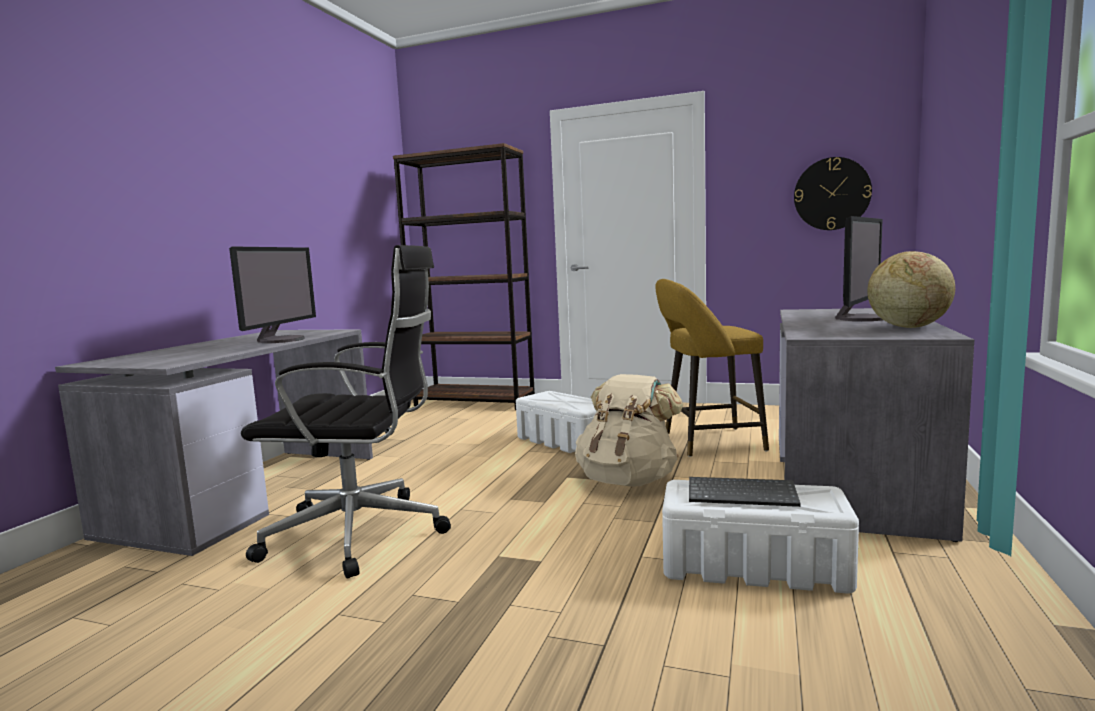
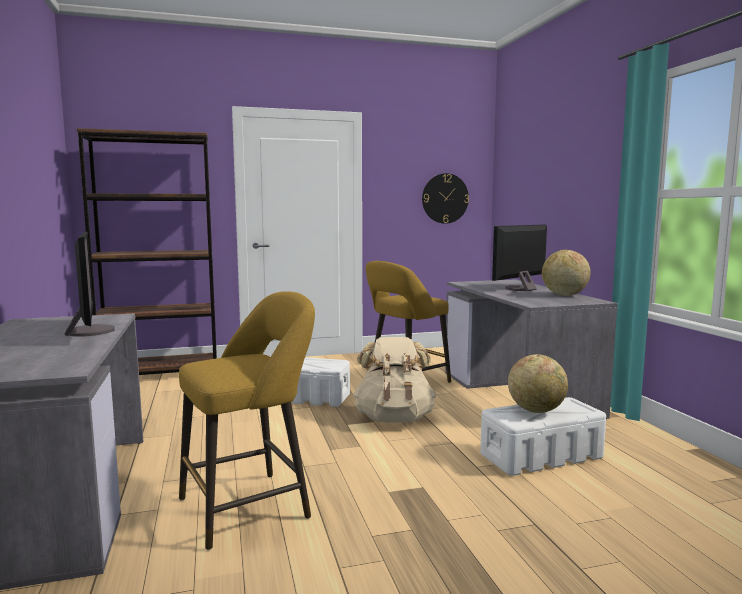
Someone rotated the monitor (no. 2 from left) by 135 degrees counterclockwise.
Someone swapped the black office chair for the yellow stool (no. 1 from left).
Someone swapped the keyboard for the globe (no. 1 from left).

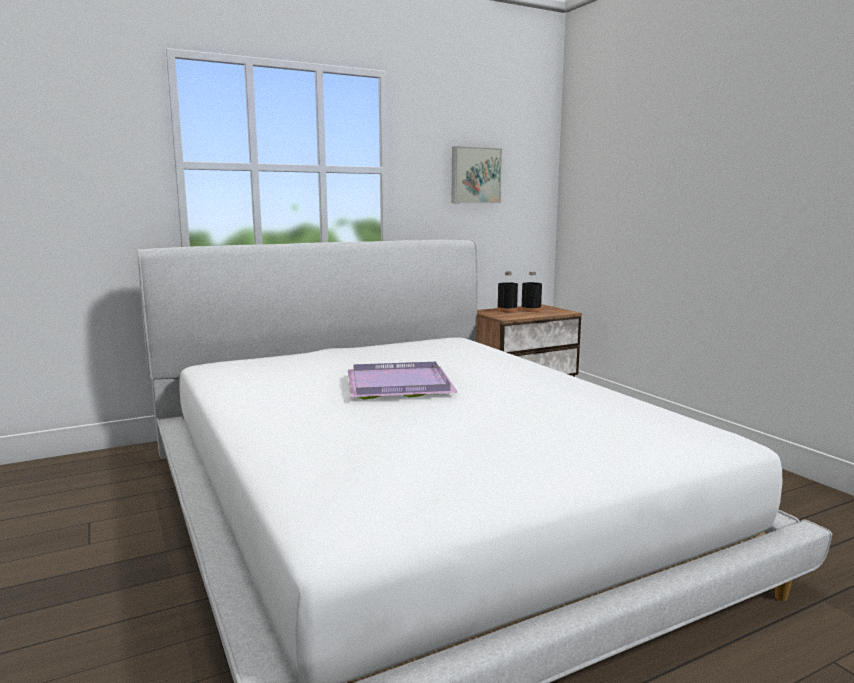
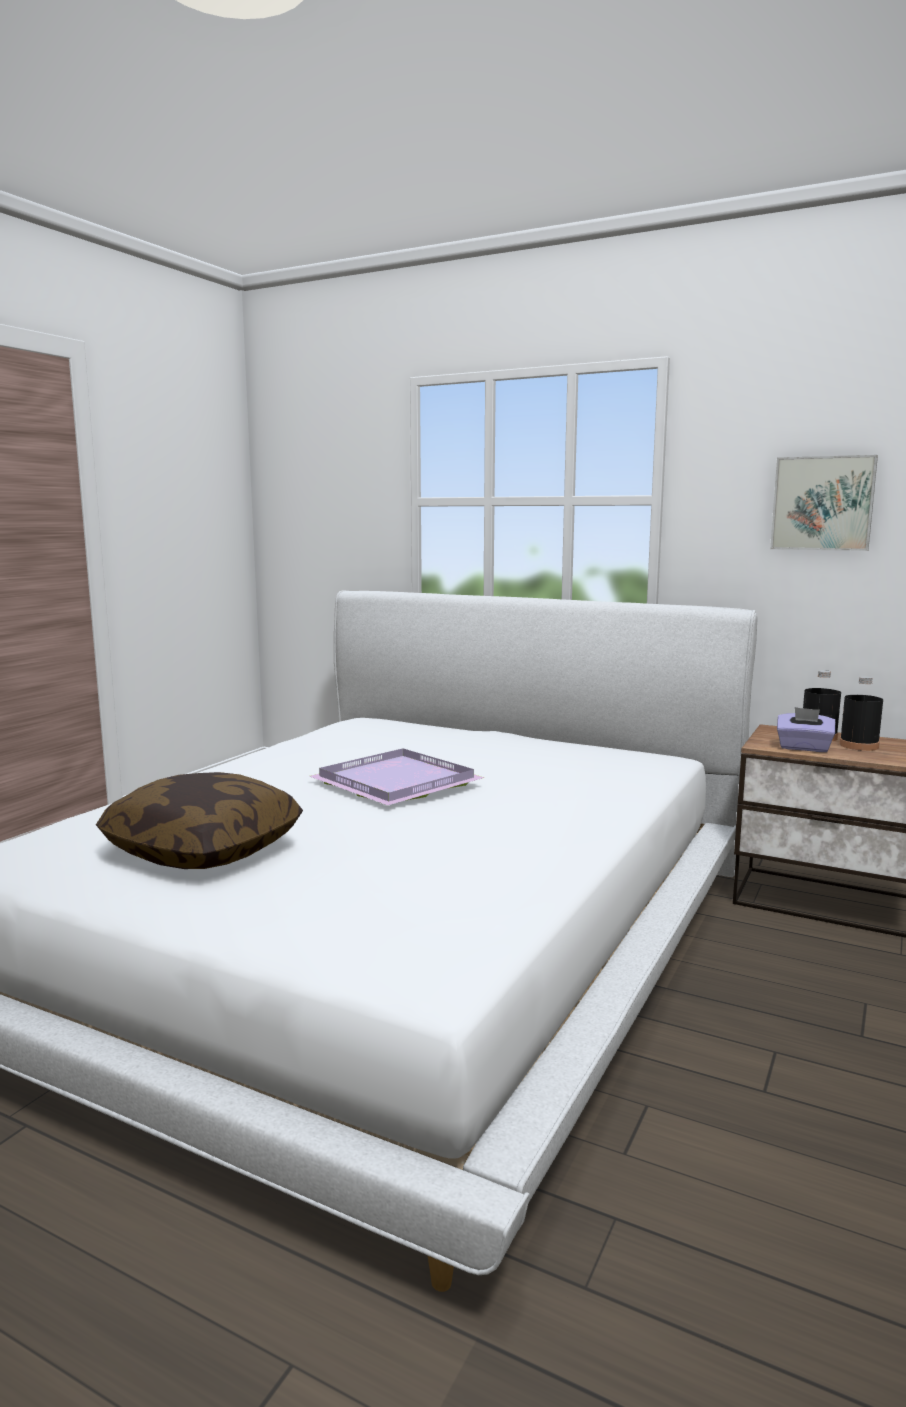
Someone put down the purple tissue box.
Someone put down the pillow.

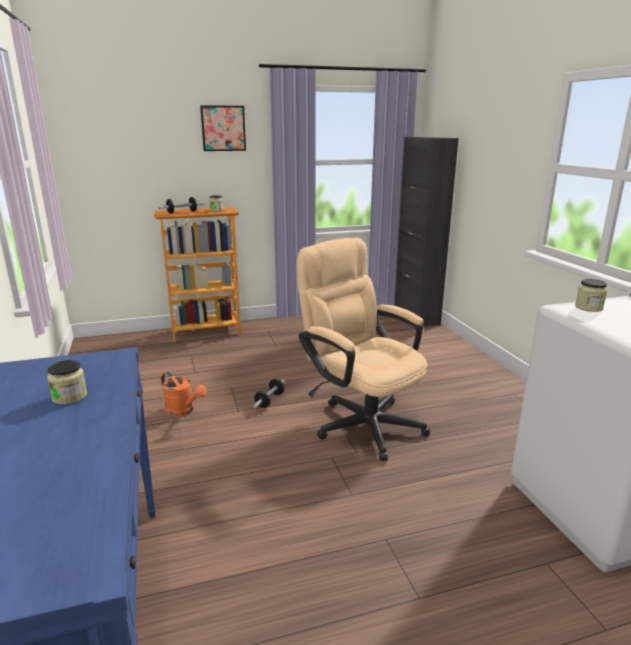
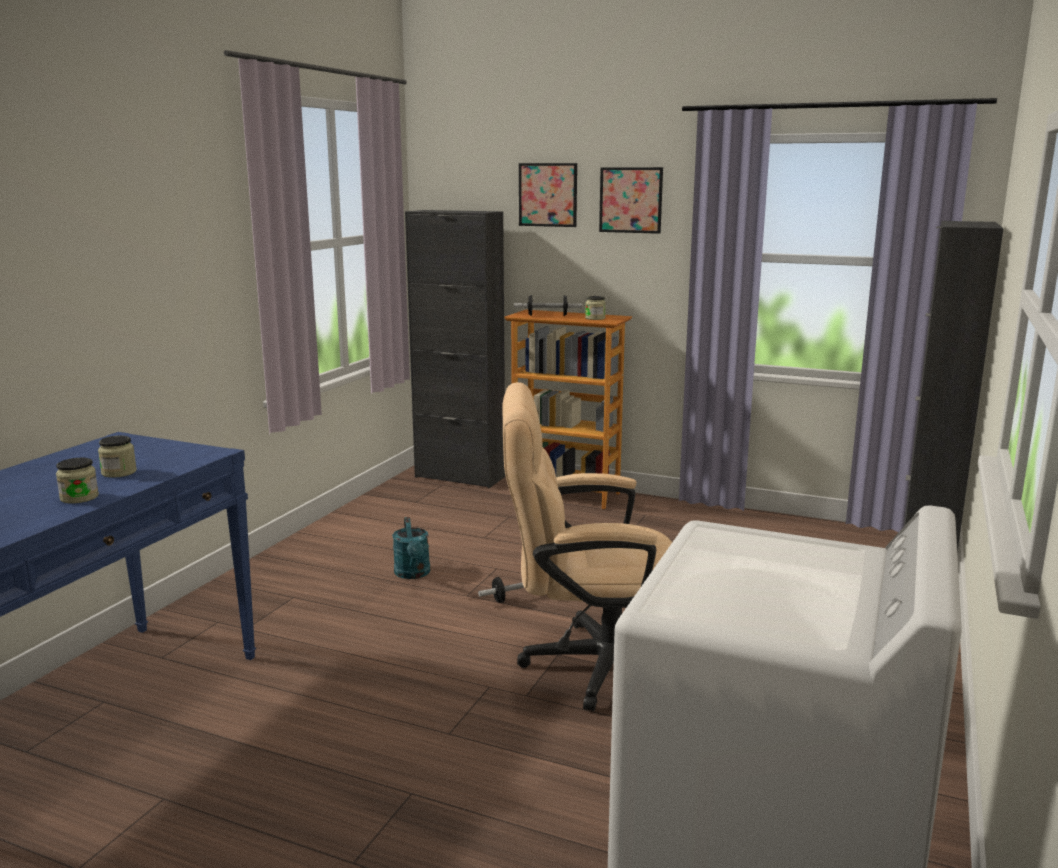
Someone rotated the beige office chair by 90 degrees counterclockwise.
Someone carried the jar (no. 3 from left in the first image).
Someone repainted the orange watering can, which became the turquoise watering can.
Someone put up the picture (no. 1 from left).
Someone put down the black cabinet (no. 1 from left).

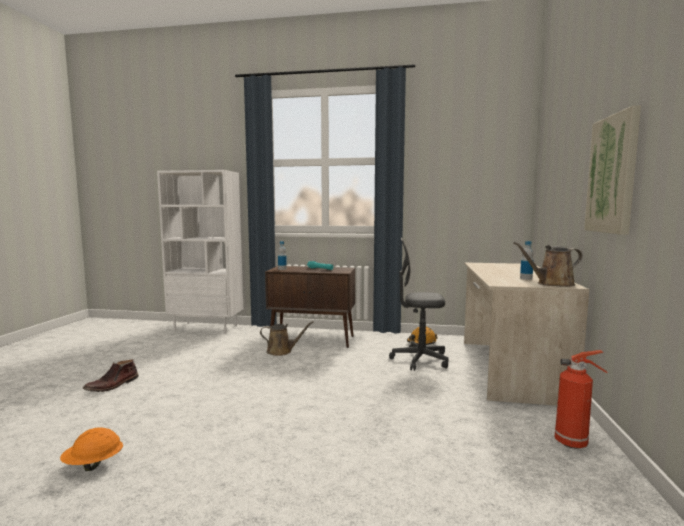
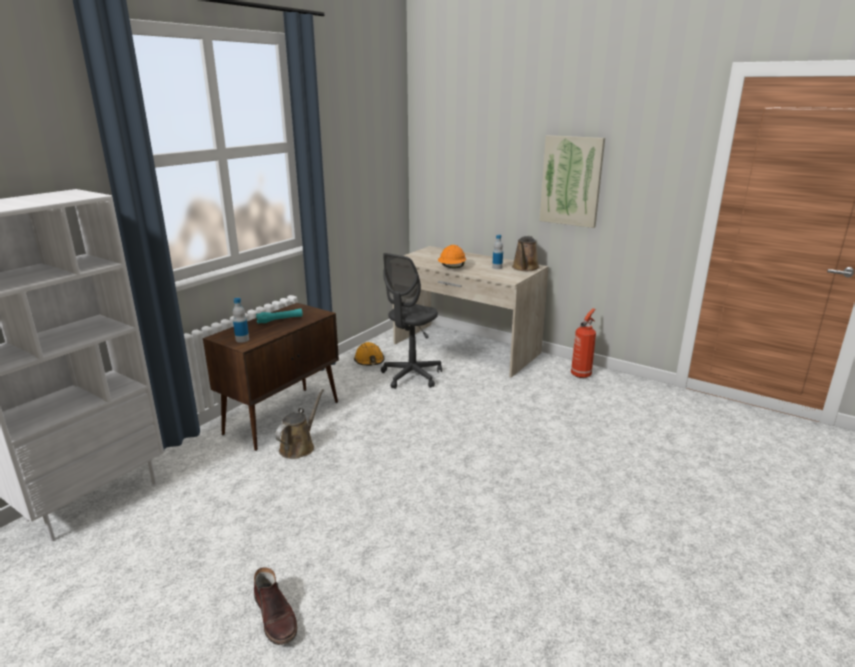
Someone carried the orange hard hat (no. 1 from left in the first image).

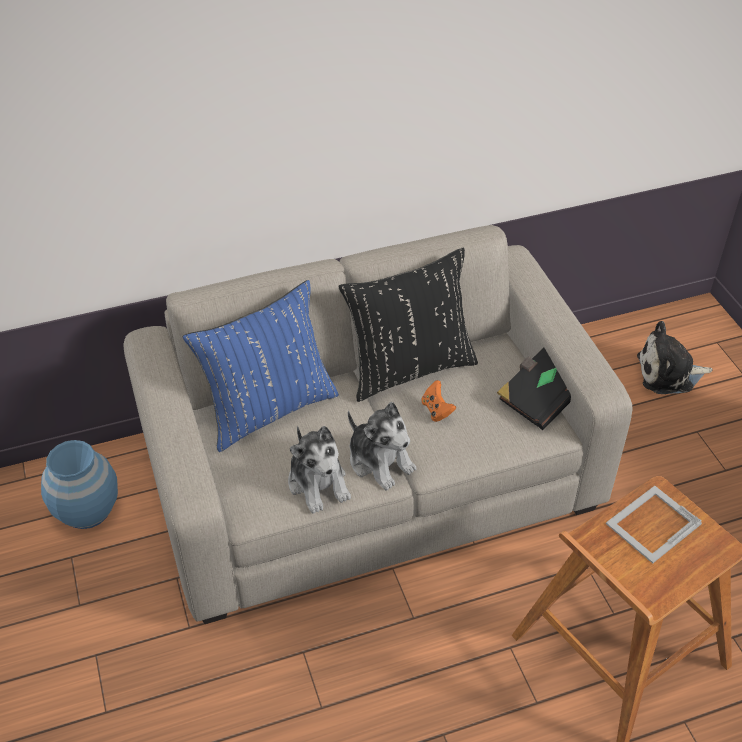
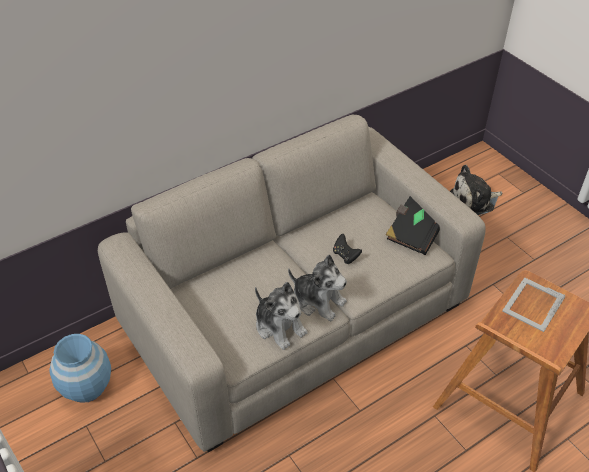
Someone took away the black pillow.
Someone took away the blue pillow.
Someone repainted the orange game controller, which became the black game controller.

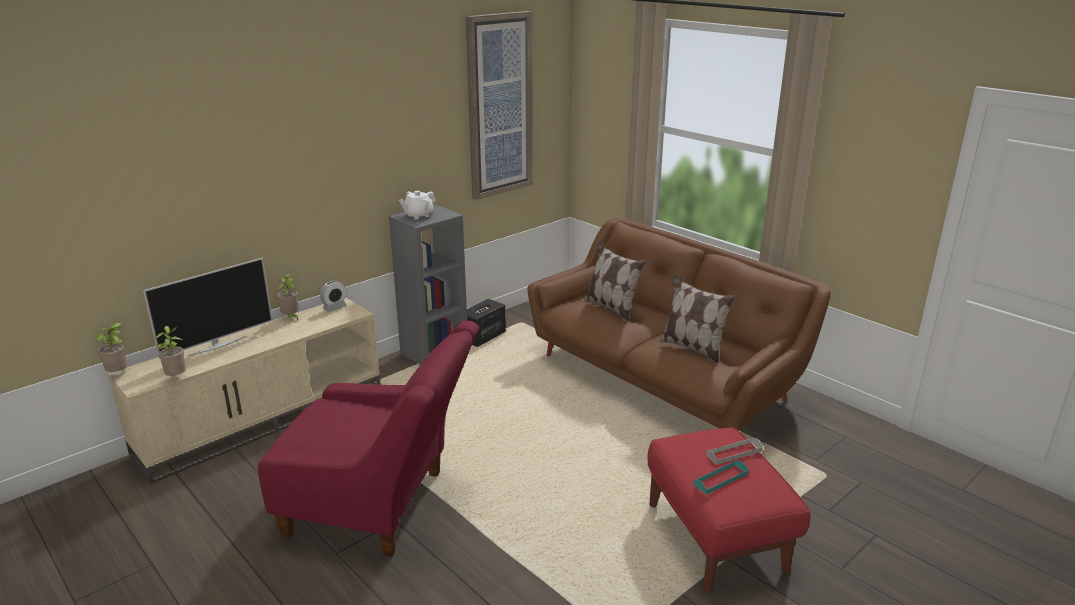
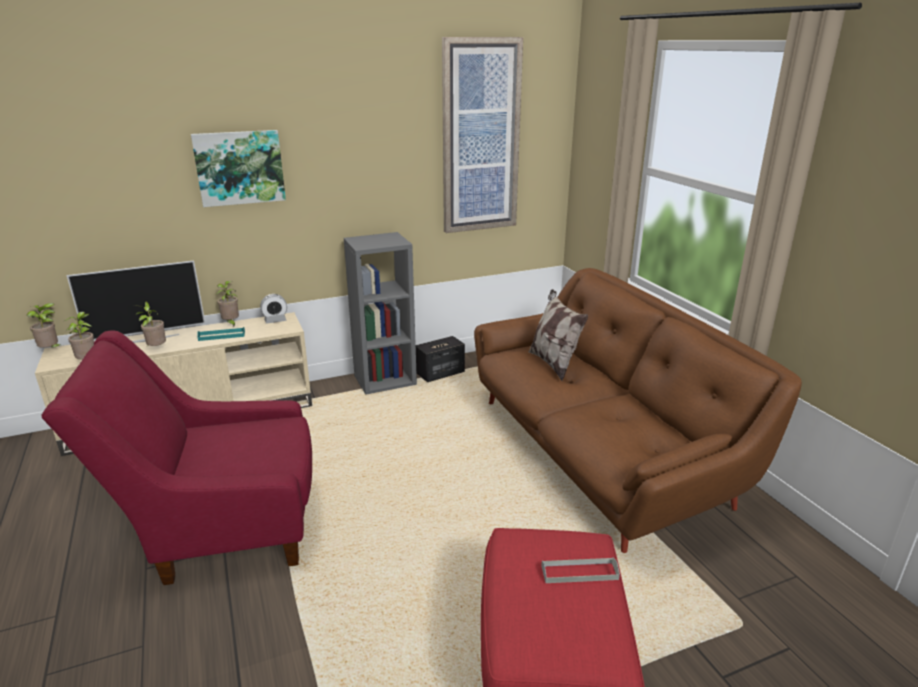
Someone took away the white teapot.
Someone took away the pillow (no. 2 from left).
Someone rotated the red armchair by 135 degrees clockwise.
Someone carried the turquoise tray.
Someone put up the picture (no. 1 from left).
Someone put down the potted plant (no. 3 from left).

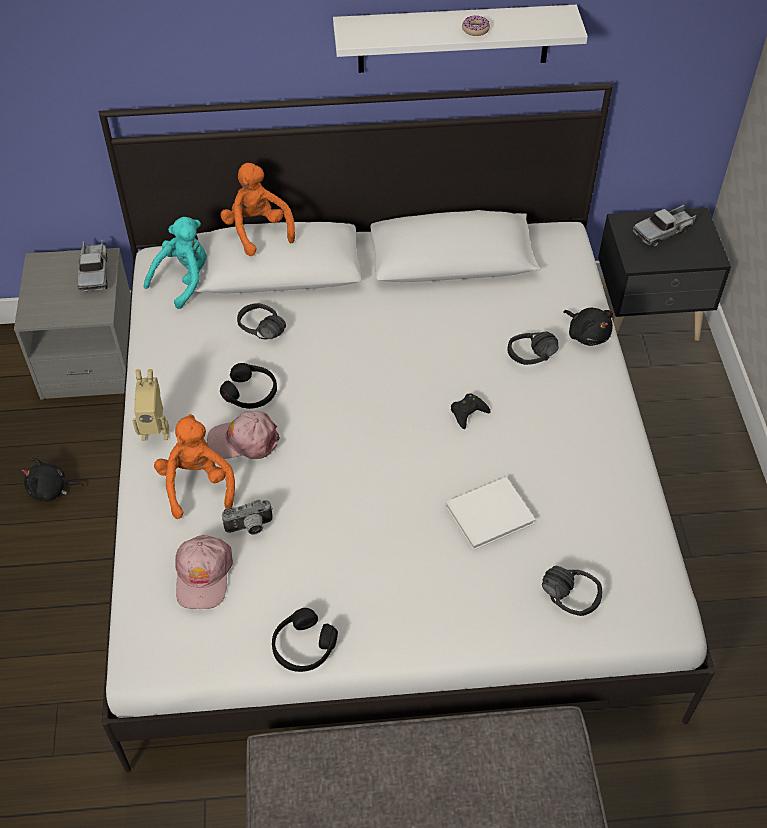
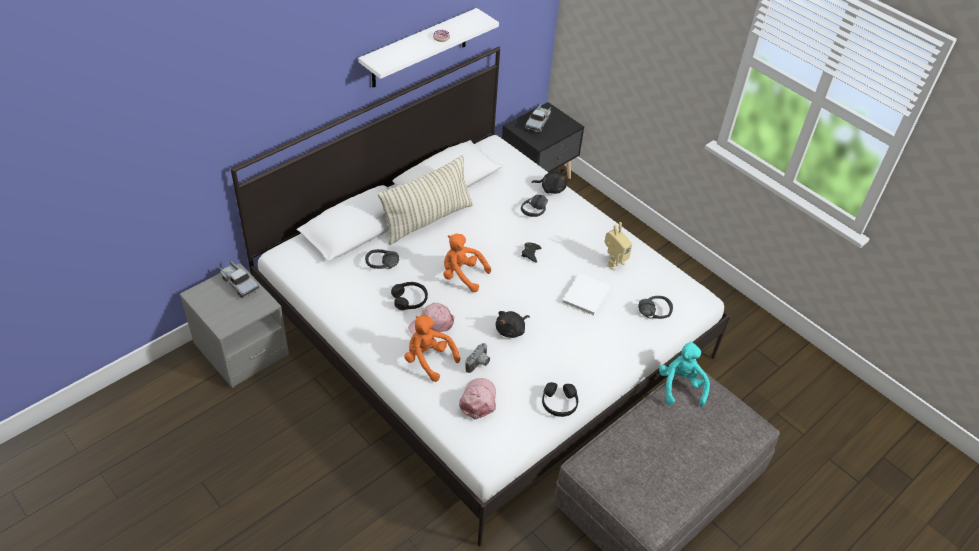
Someone carried the orange plush toy (no. 2 from left).
Someone carried the turquoise plush toy.
Someone carried the toy robot.
Someone carried the black plush toy (no. 1 from left).
Someone rotated the pink cap (no. 1 from left in the first image) by 135 degrees counterclockwise.
Someone put down the pillow.

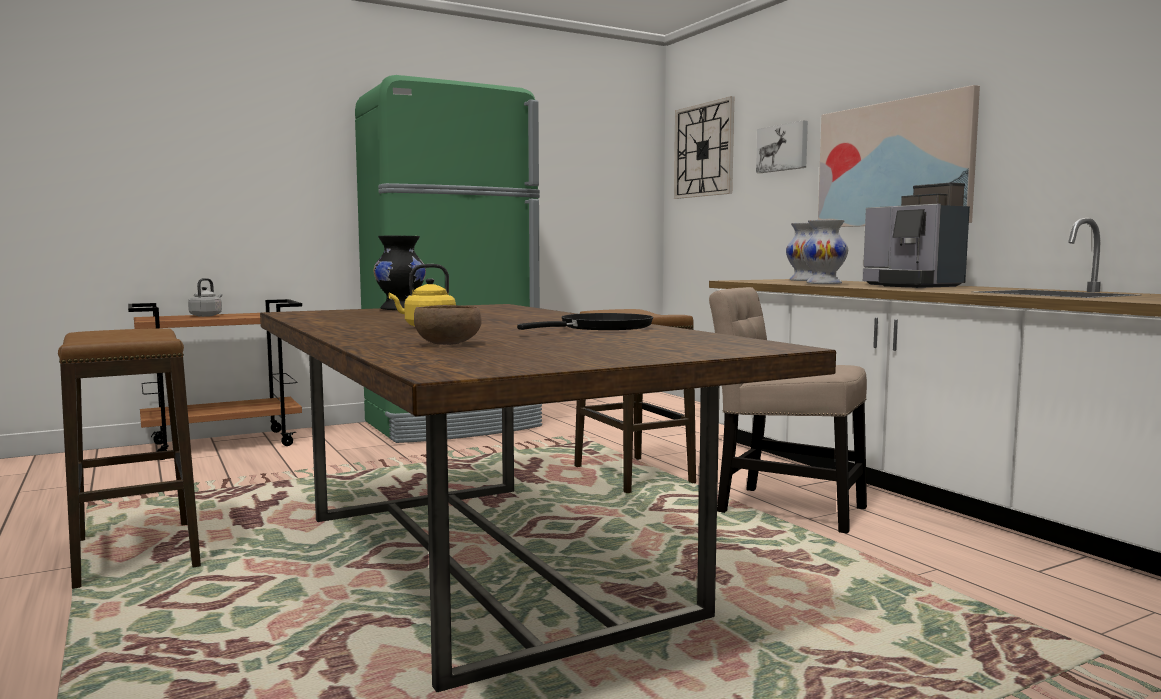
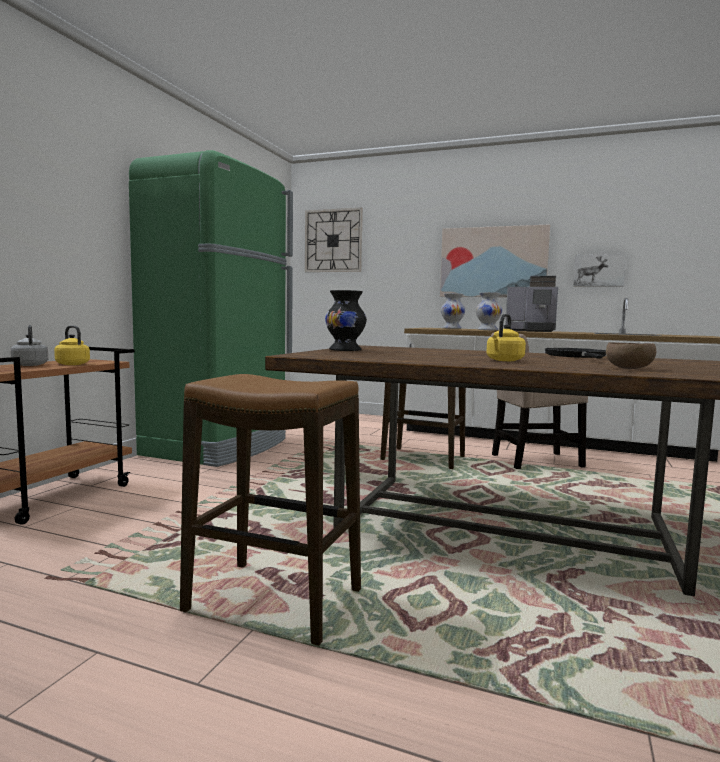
Someone carried the picture (no. 1 from left in the first image).
Someone put down the yellow kettle (no. 1 from left).

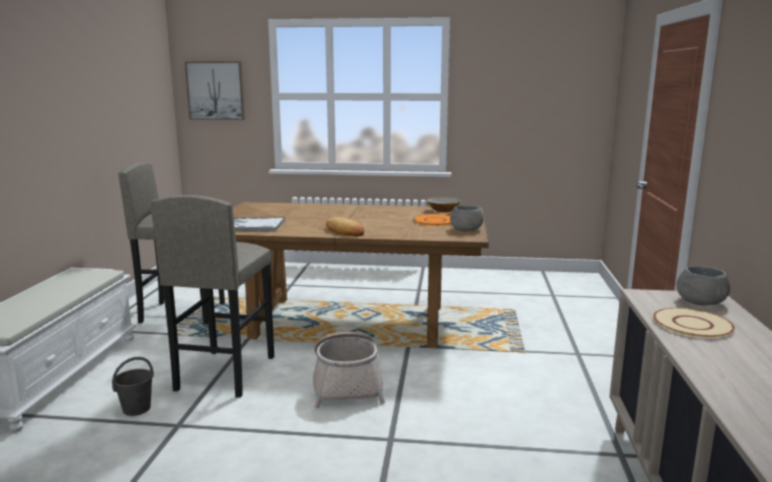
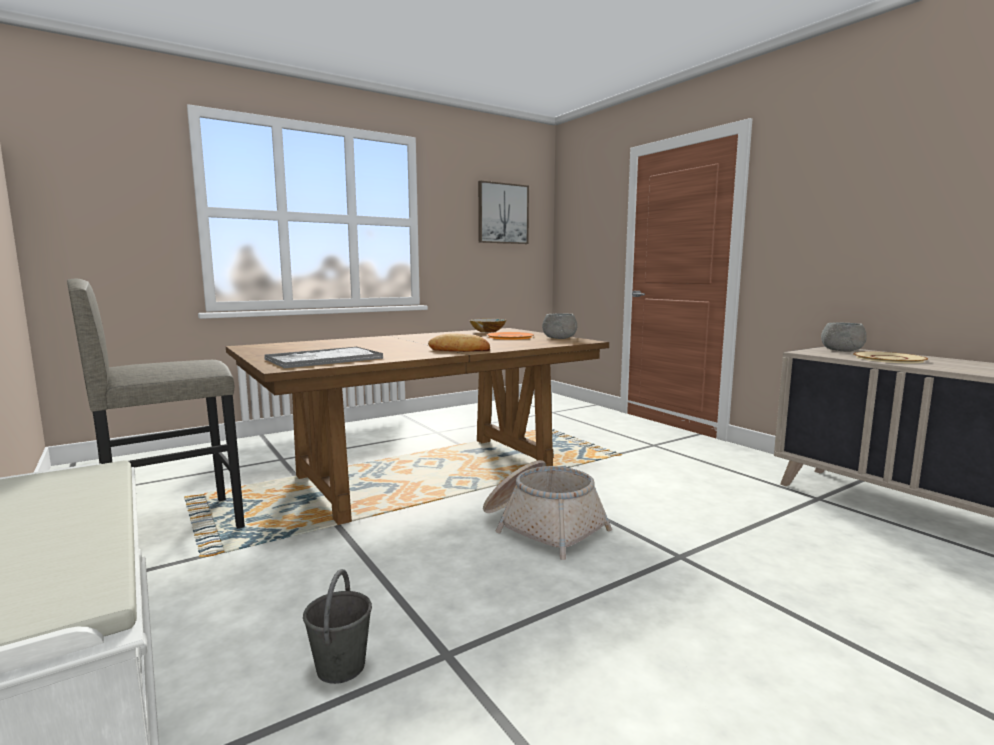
Someone carried the picture.
Someone took away the grey stool (no. 2 from left).

